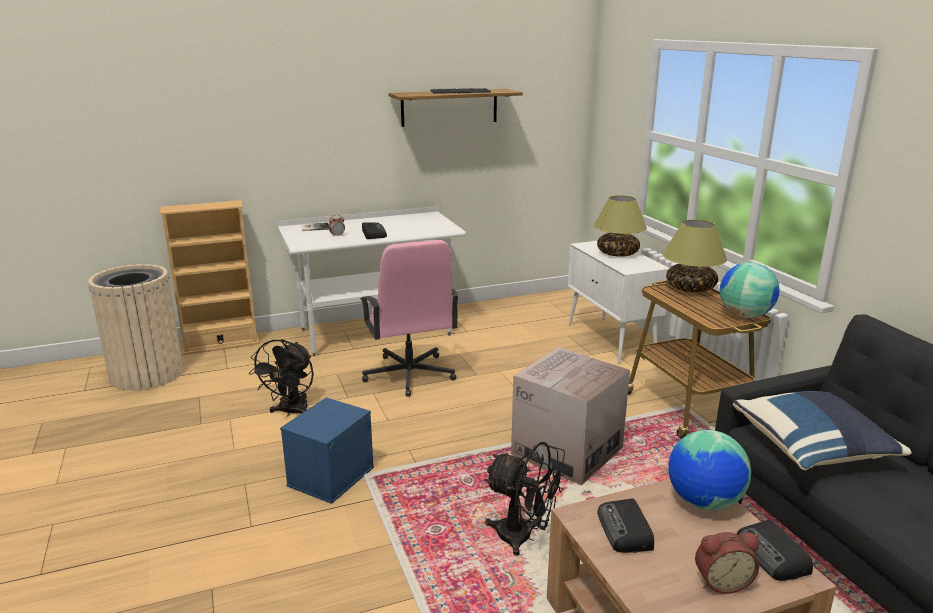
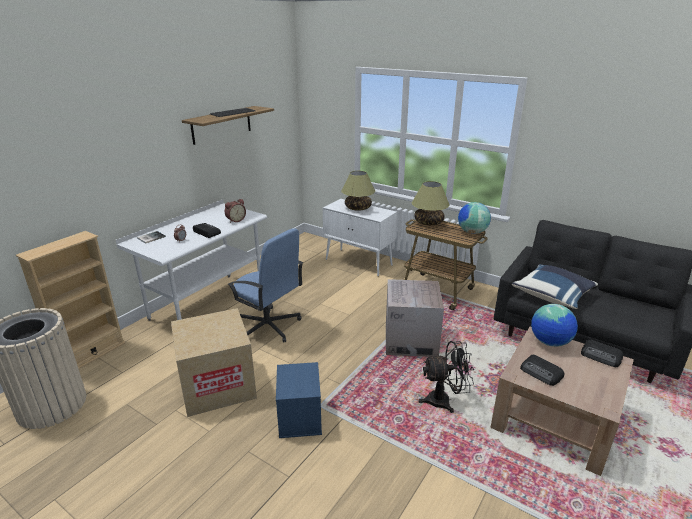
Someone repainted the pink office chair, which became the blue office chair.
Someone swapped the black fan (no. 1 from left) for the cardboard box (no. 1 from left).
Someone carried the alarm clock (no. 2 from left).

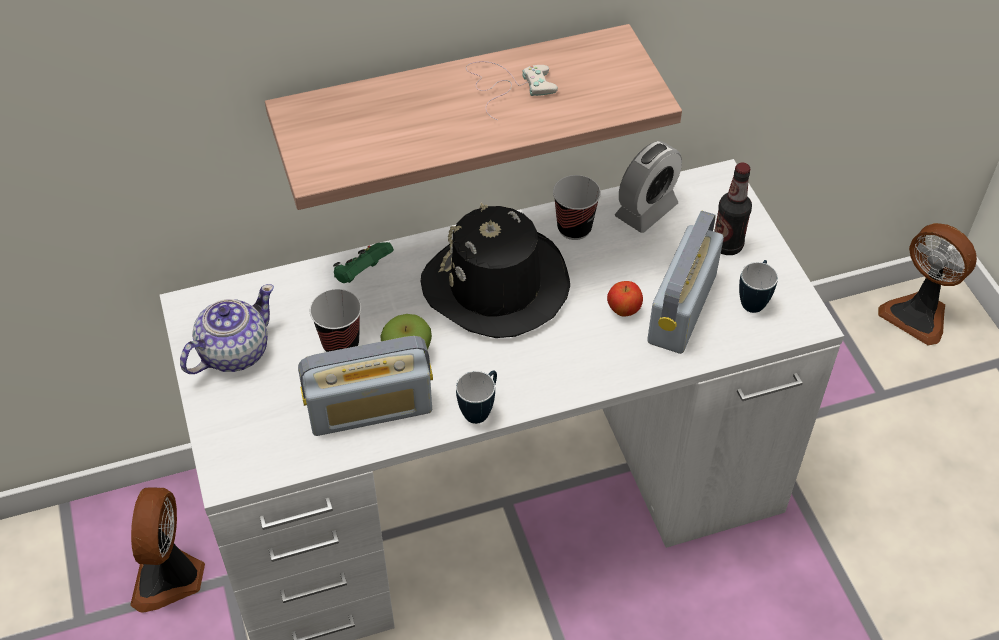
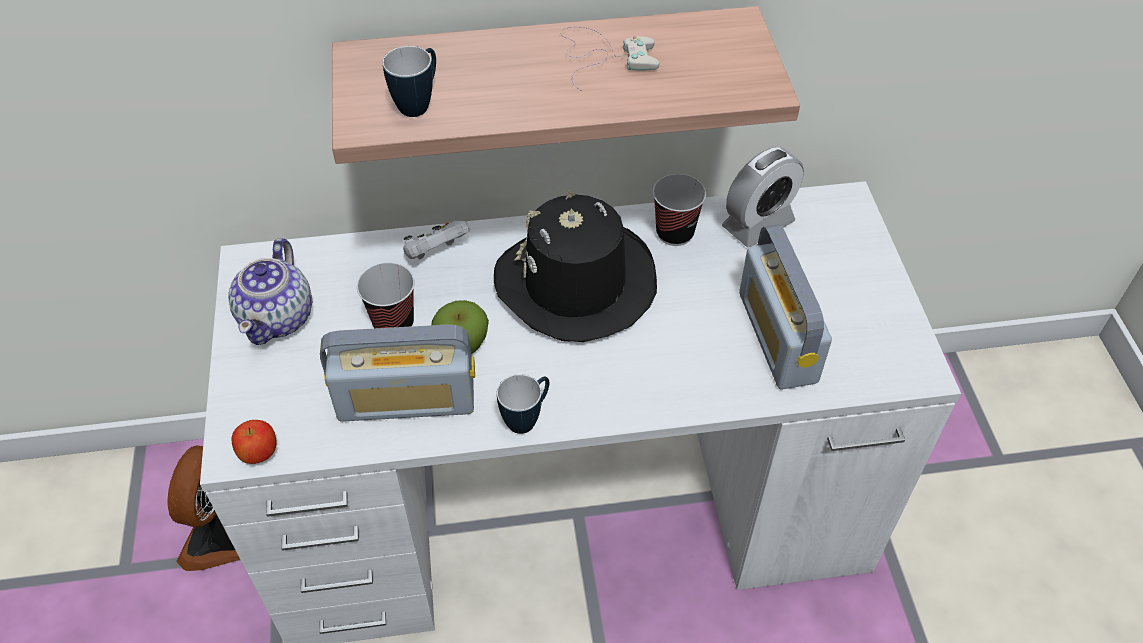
Someone took away the bottle.
Someone rotated the radio (no. 2 from left) by 45 degrees counterclockwise.
Someone took away the fan (no. 2 from left).
Someone repainted the green game controller, which became the white game controller (no. 1 from left).
Someone carried the mug (no. 2 from left in the first image).
Someone carried the apple (no. 2 from left in the first image).
Someone rotated the teapot by 135 degrees clockwise.

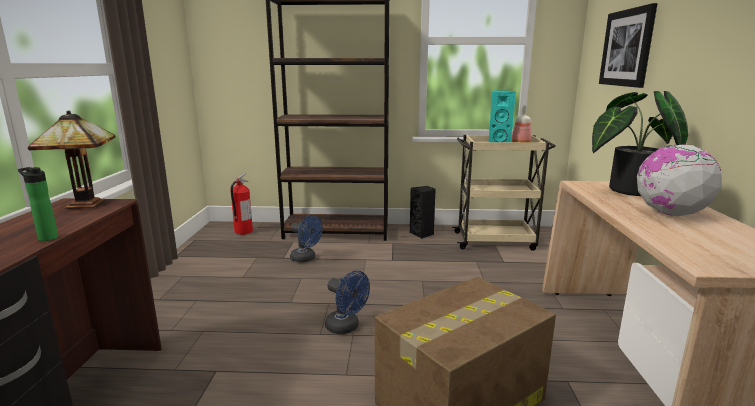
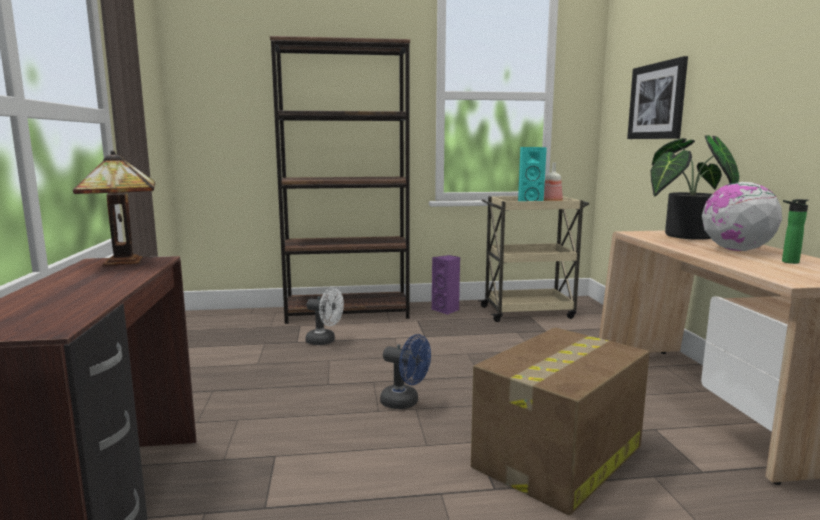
Someone carried the bottle (no. 1 from left in the first image).
Someone took away the fire extinguisher.
Someone repainted the black speaker, which became the purple speaker.
Someone repainted the blue fan (no. 1 from left), which became the white fan.

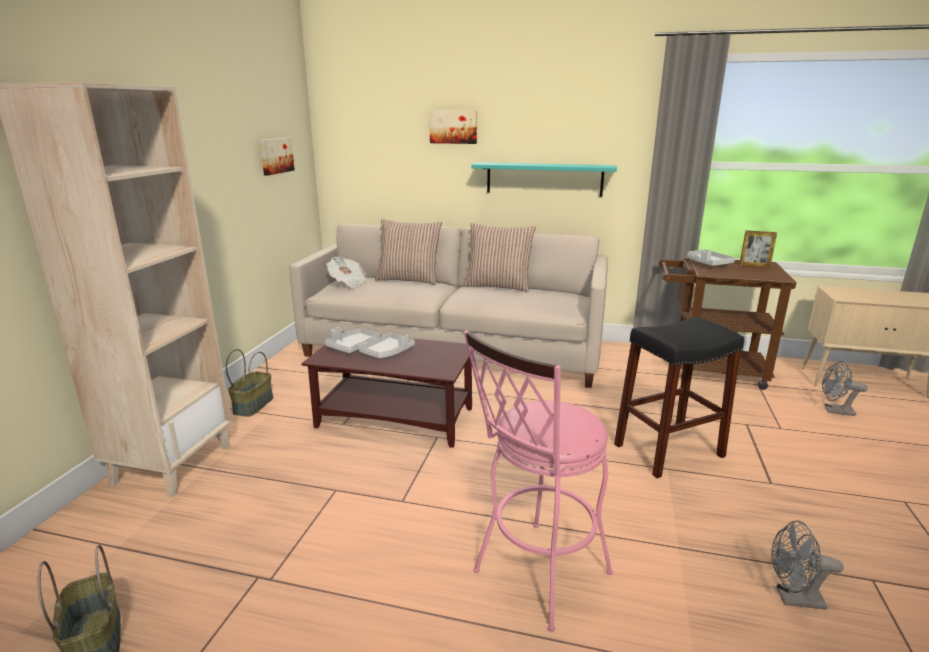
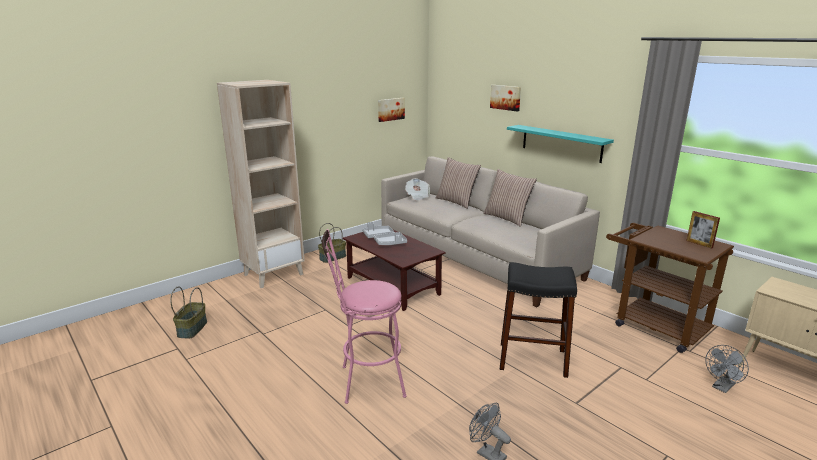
Someone took away the grey tray (no. 3 from left).
Someone rotated the grey fan (no. 2 from left) by 90 degrees counterclockwise.

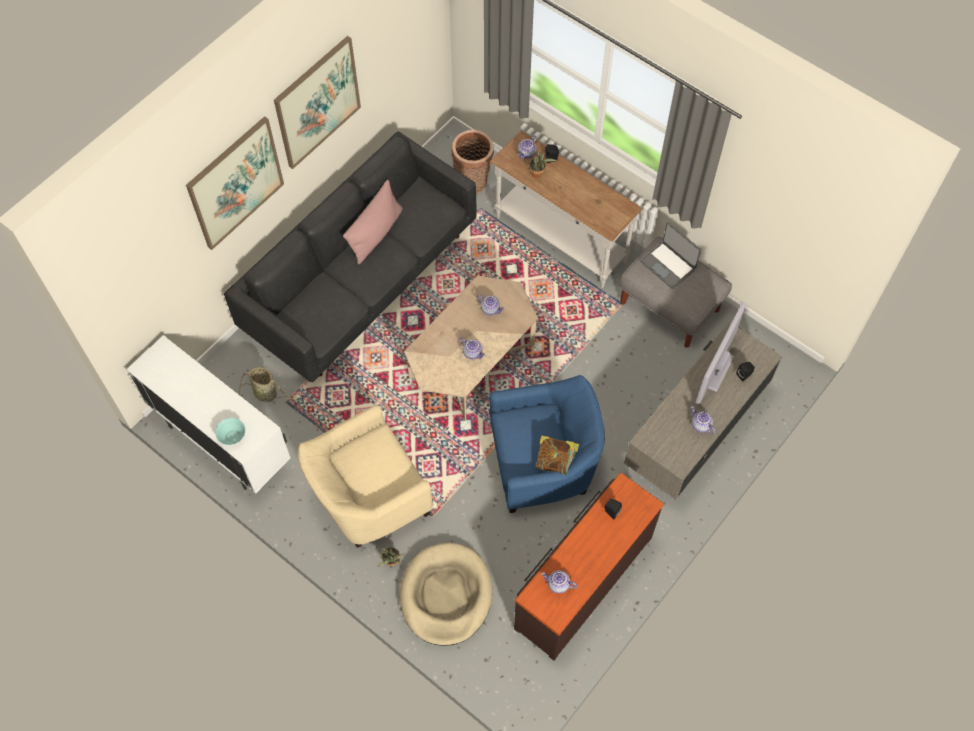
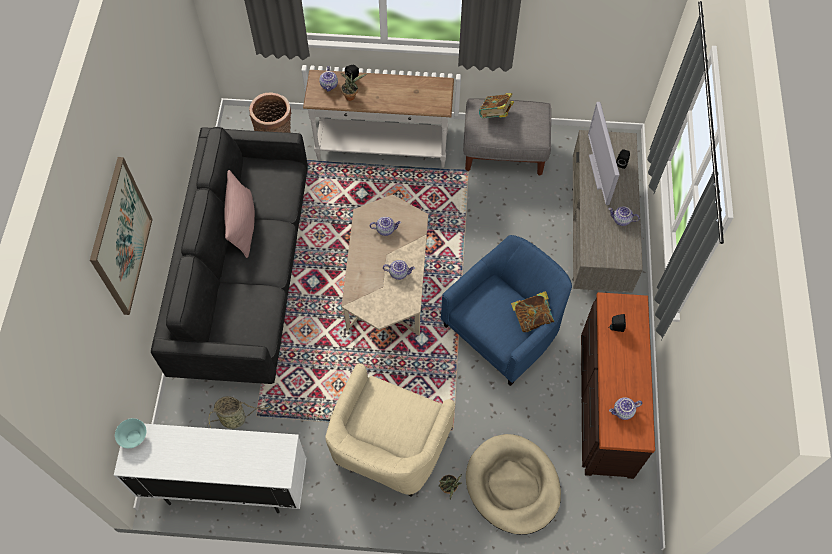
Someone took away the picture (no. 2 from left).
Someone swapped the laptop for the book (no. 1 from left).
Someone carried the turquoise bowl.

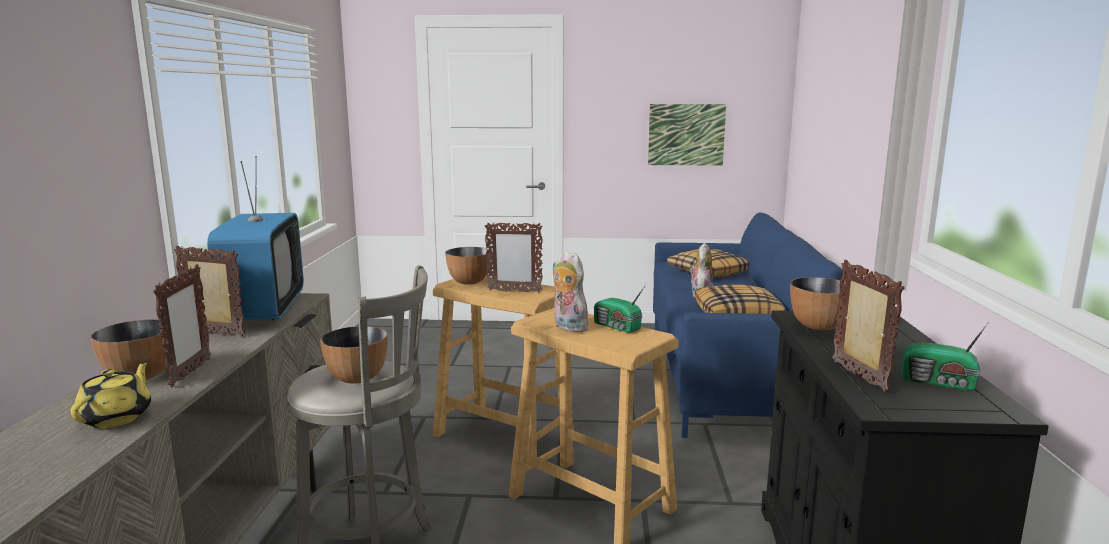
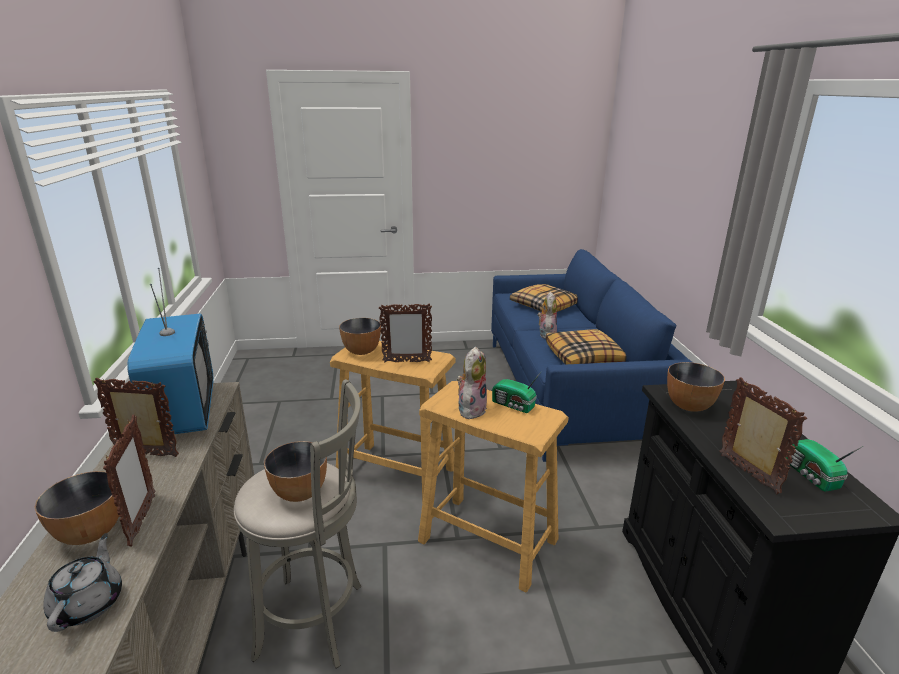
Someone took away the picture.
Someone rotated the plush toy (no. 1 from left) by 75 degrees clockwise.
Someone rotated the radio (no. 2 from left) by 60 degrees clockwise.
Someone repainted the yellow teapot, which became the grey teapot.

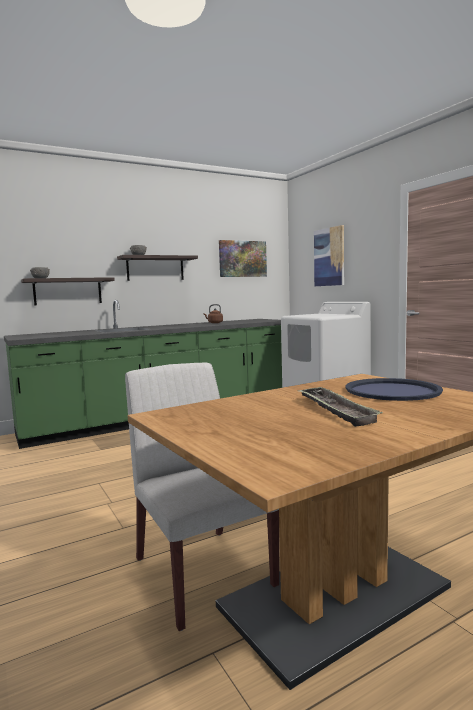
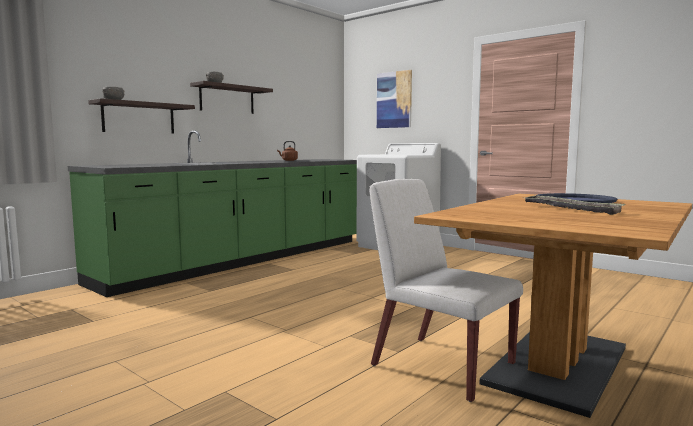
Someone took away the picture (no. 1 from left).

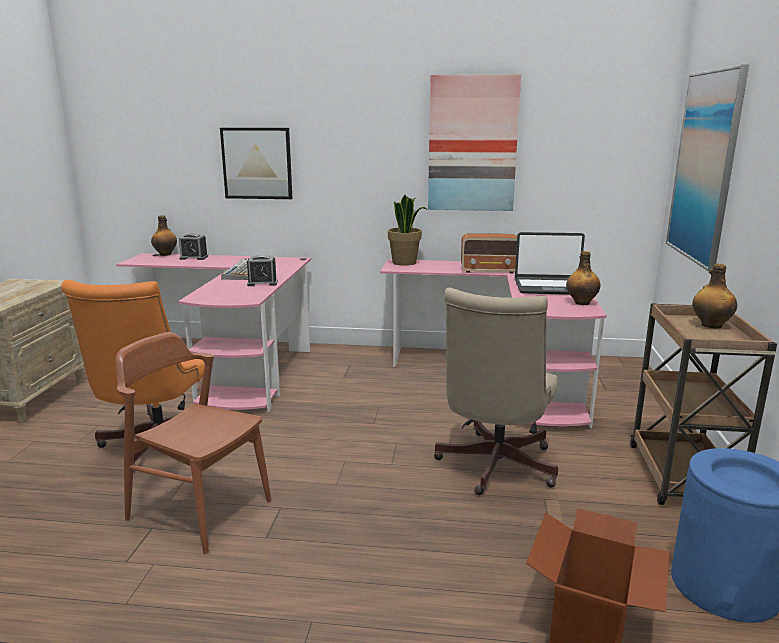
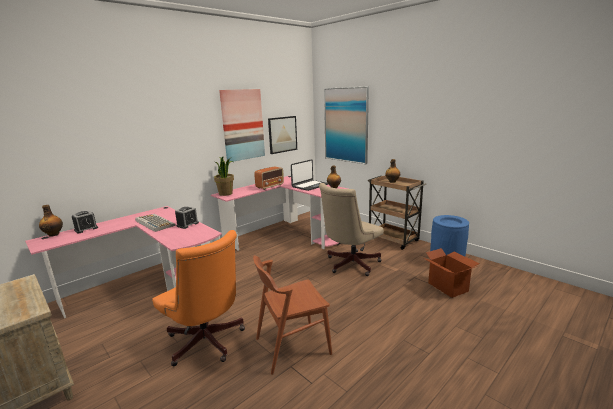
Someone carried the picture (no. 1 from left in the first image).
Someone rotated the beige office chair by 75 degrees clockwise.

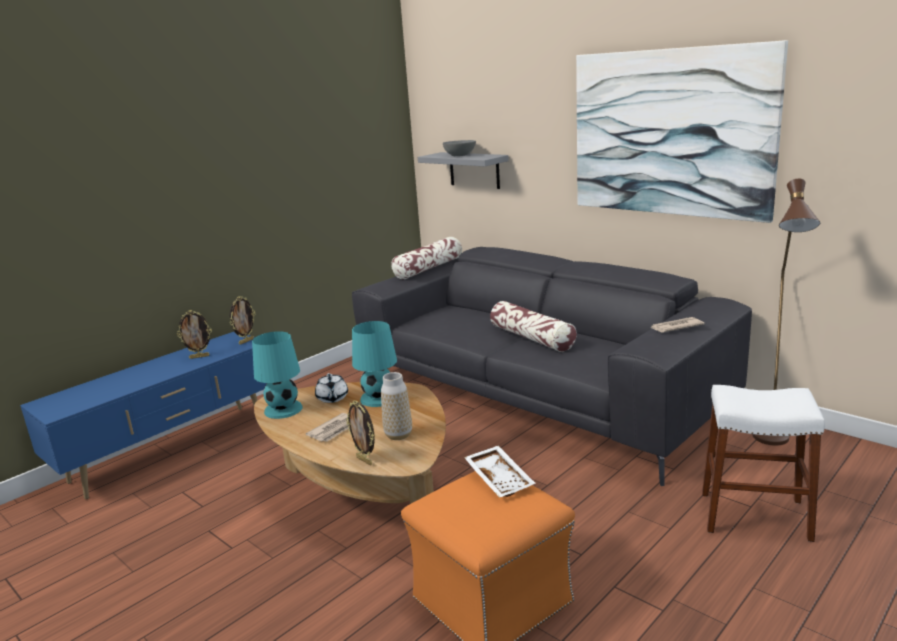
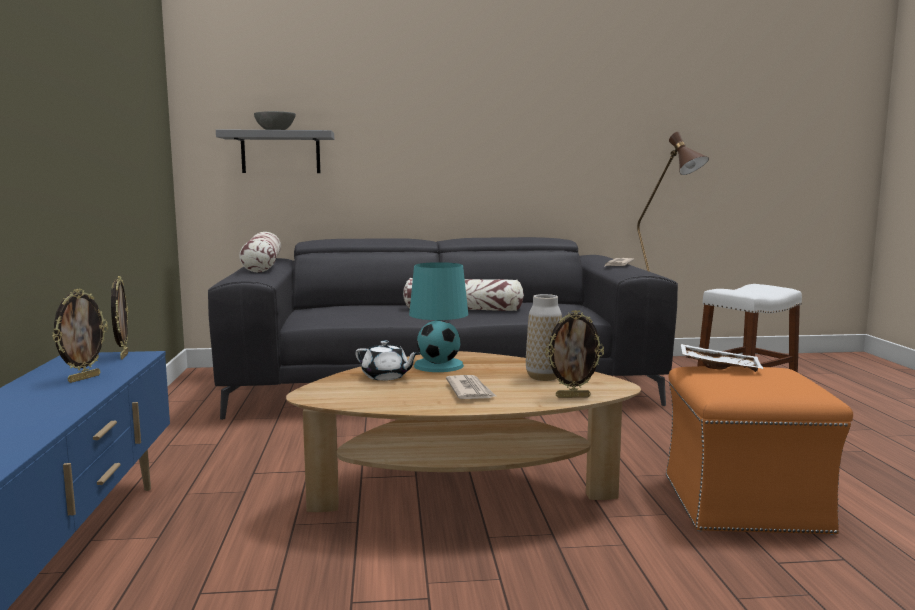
Someone took away the picture.
Someone took away the turquoise table lamp (no. 1 from left).

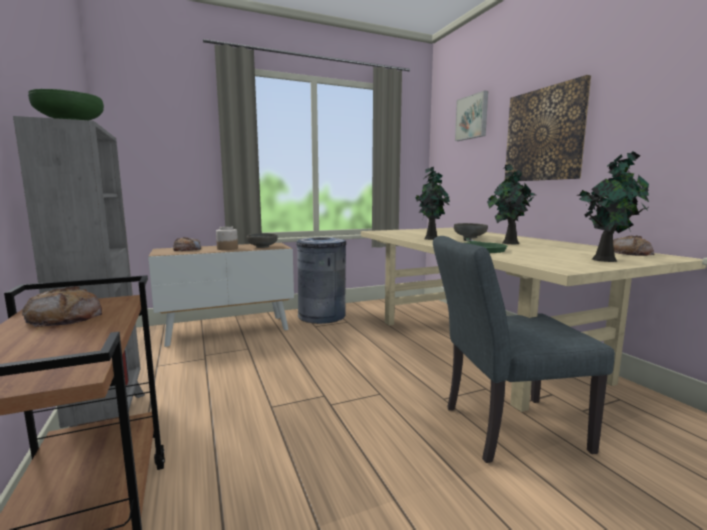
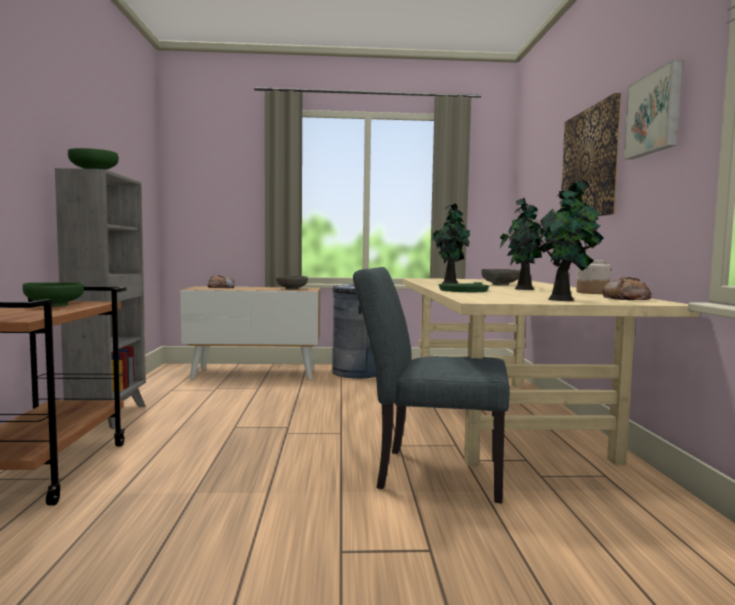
Someone carried the picture (no. 1 from left in the first image).
Someone carried the jar.
Someone swapped the bread (no. 1 from left) for the green bowl (no. 1 from left).

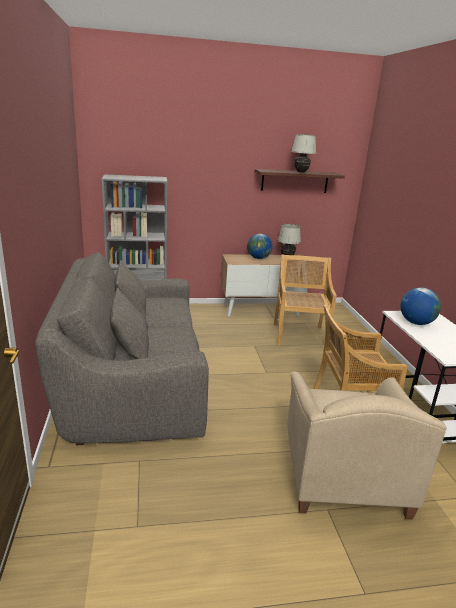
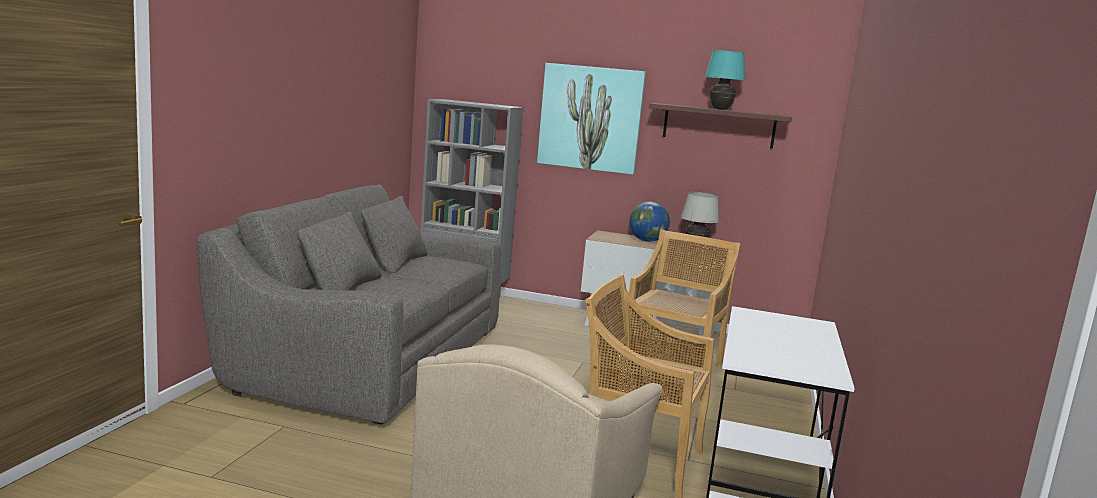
Someone repainted the white table lamp (no. 2 from left), which became the turquoise table lamp.
Someone took away the globe (no. 2 from left).
Someone put up the picture.

